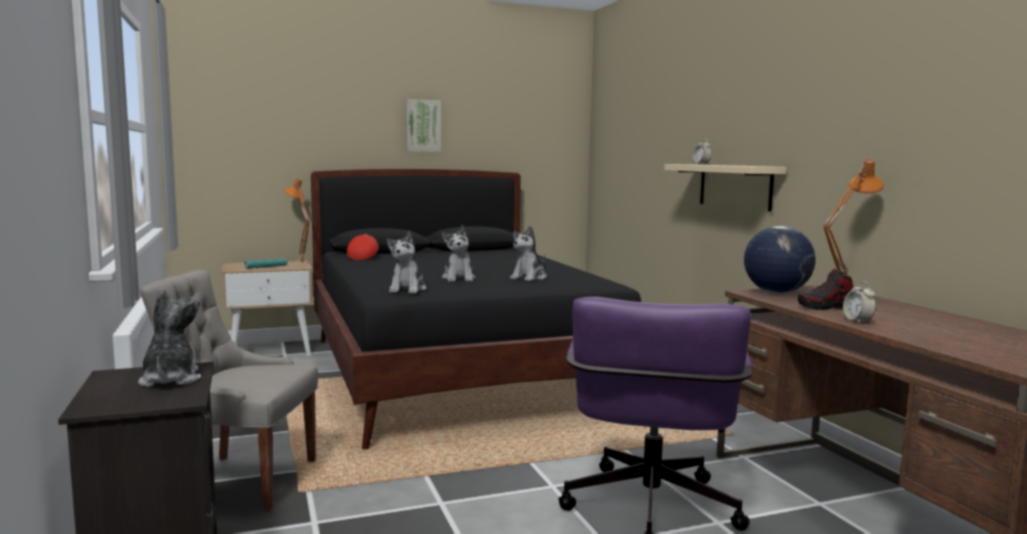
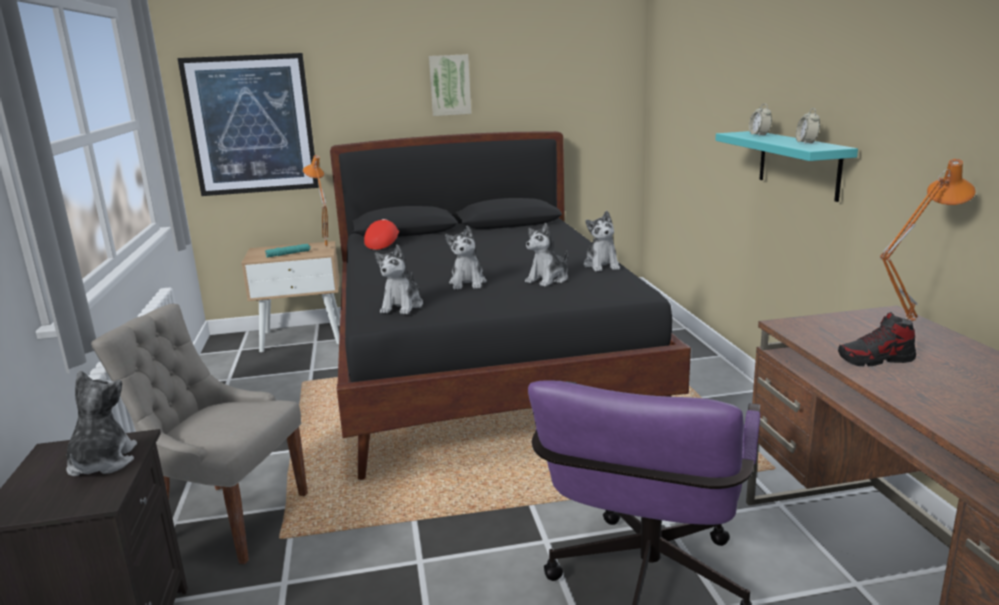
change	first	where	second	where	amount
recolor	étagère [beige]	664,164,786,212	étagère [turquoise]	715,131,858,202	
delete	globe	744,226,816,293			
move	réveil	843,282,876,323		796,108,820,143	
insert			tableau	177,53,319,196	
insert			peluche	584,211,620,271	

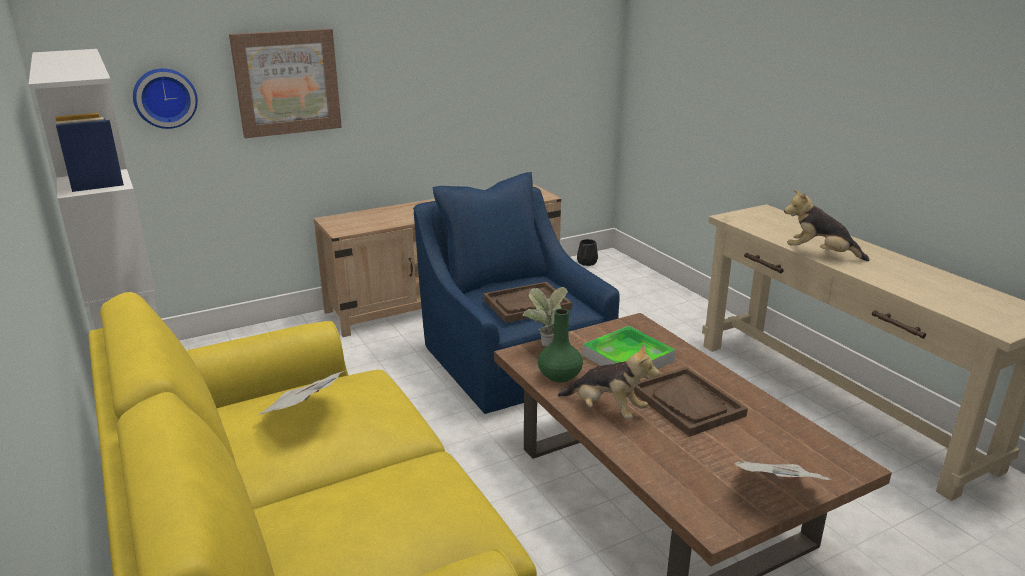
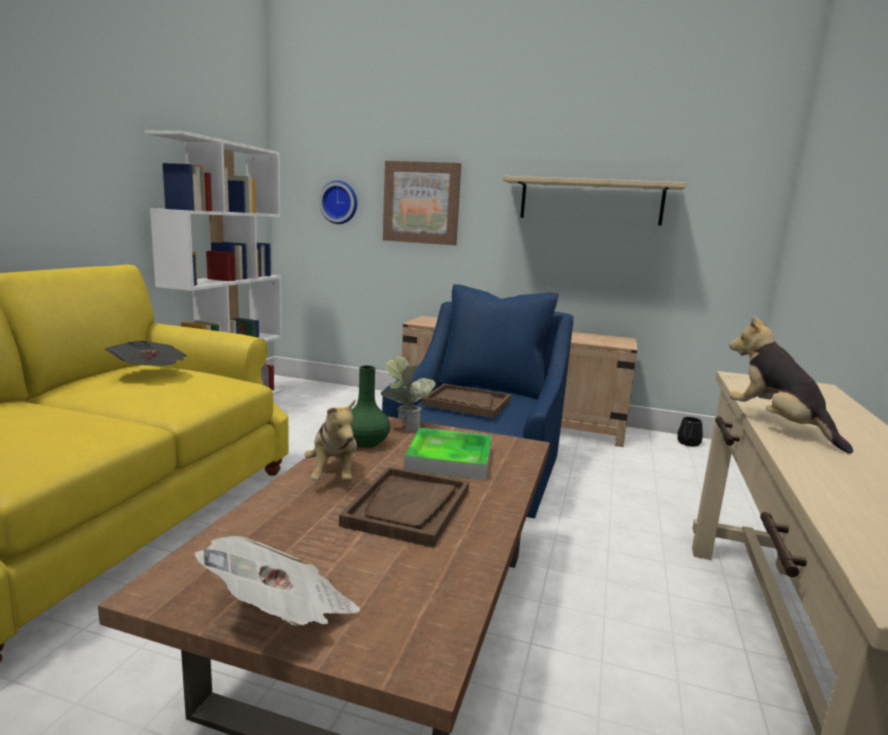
change	first	where	second	where	amount
insert			étagère [beige]	502,176,687,225	

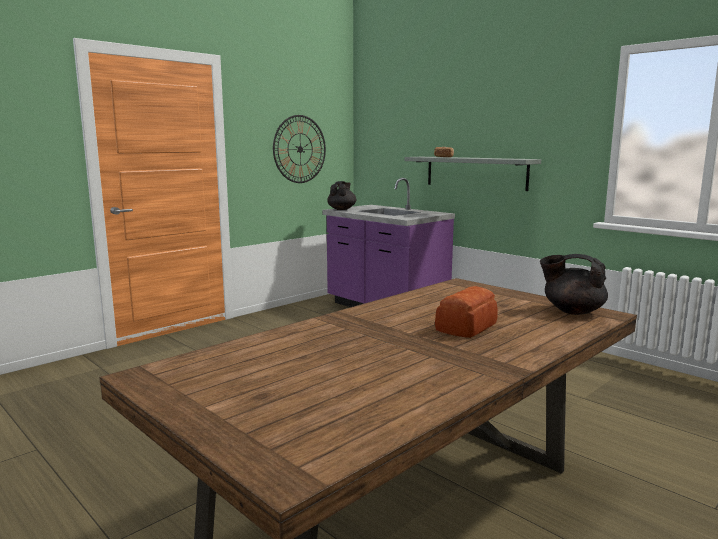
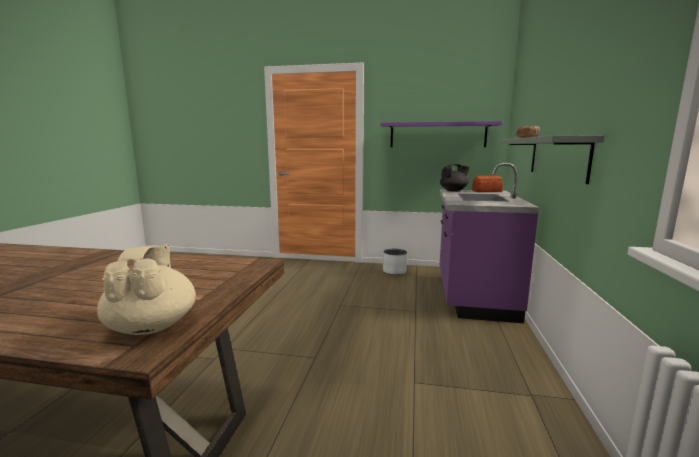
change	first	where	second	where	amount
replace	horloge murale	273,115,326,183	étagère [violet]	380,121,502,147	
recolor	théière [noir]	540,254,608,315	théière [beige]	97,244,196,335	
move	pain	435,286,498,338		472,176,503,192	
insert			cache-pot [gris]	383,249,407,275	

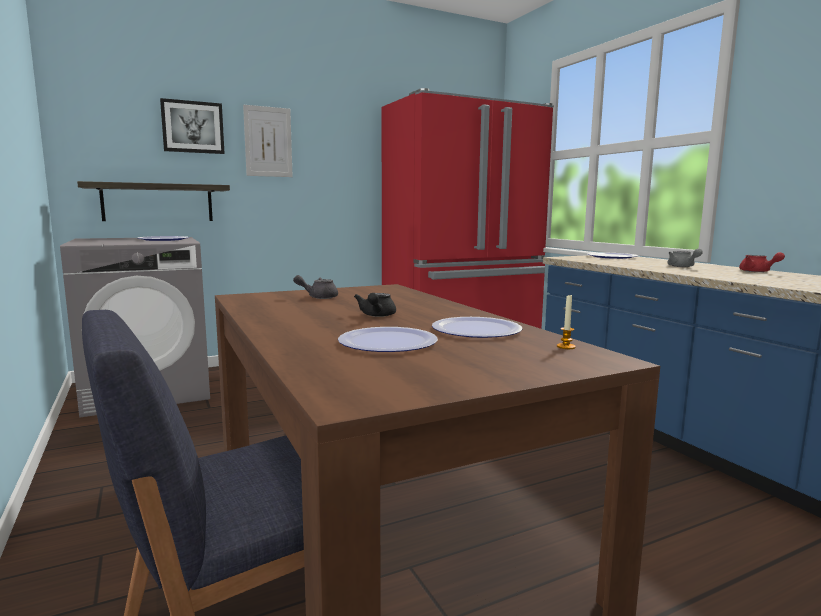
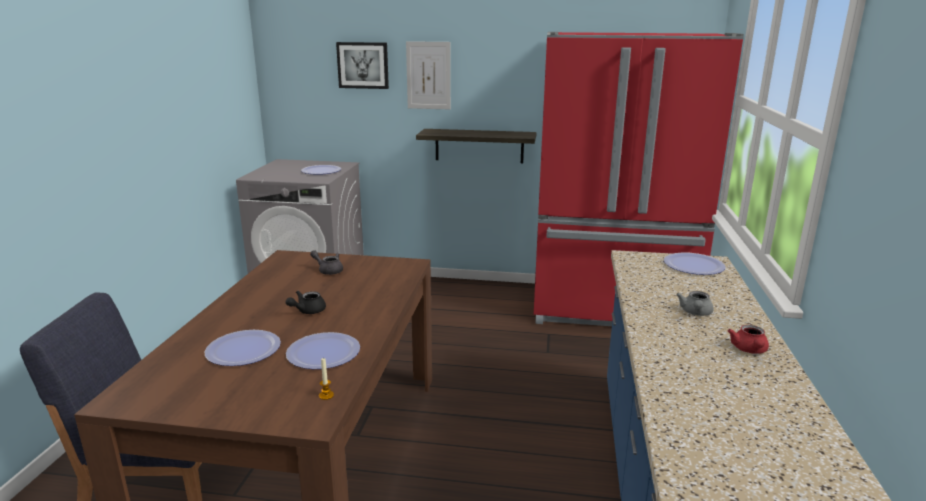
change	first	where	second	where	amount
move	étagère	77,181,230,221		416,129,537,163	

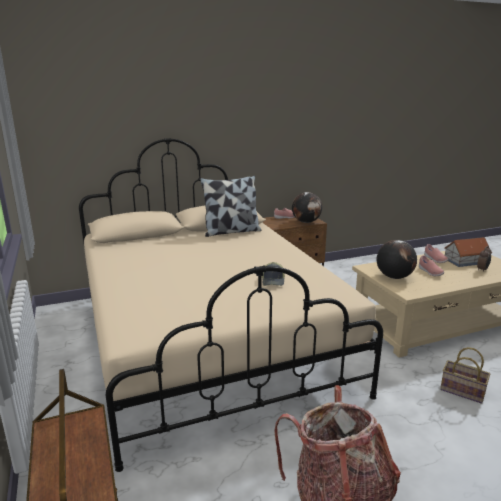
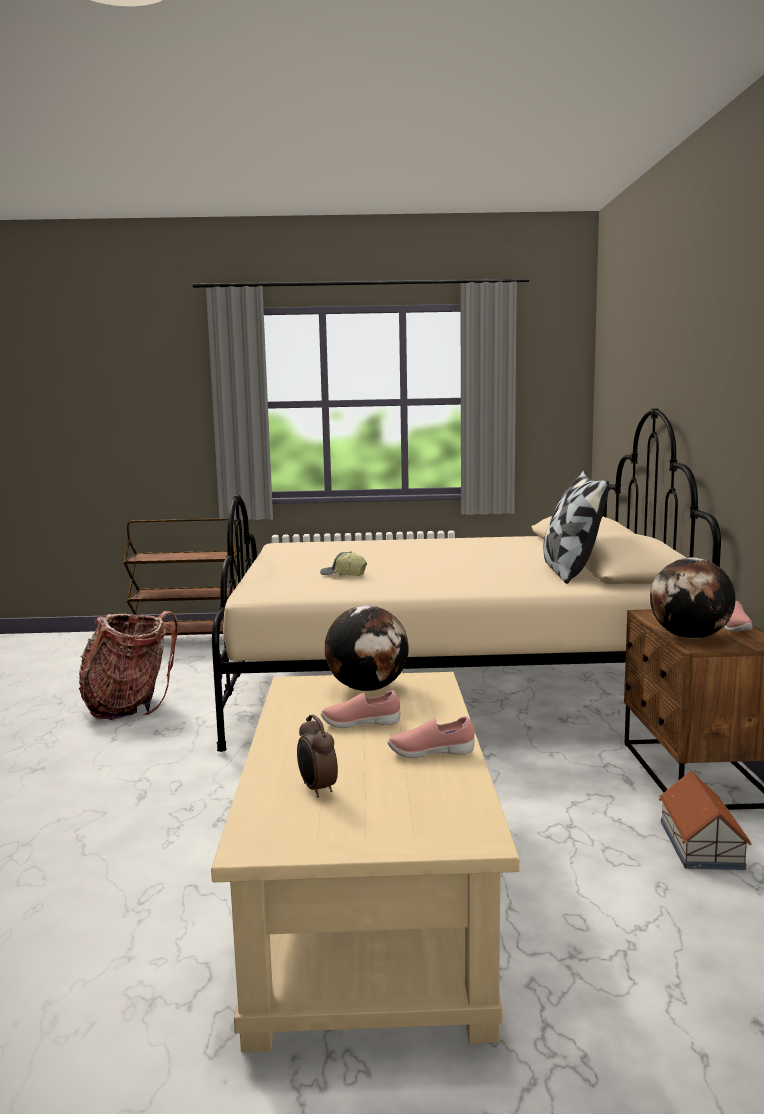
change	first	where	second	where	amount
move	maison miniature	444,237,490,267		659,771,751,870	
delete	panier	440,347,490,404			

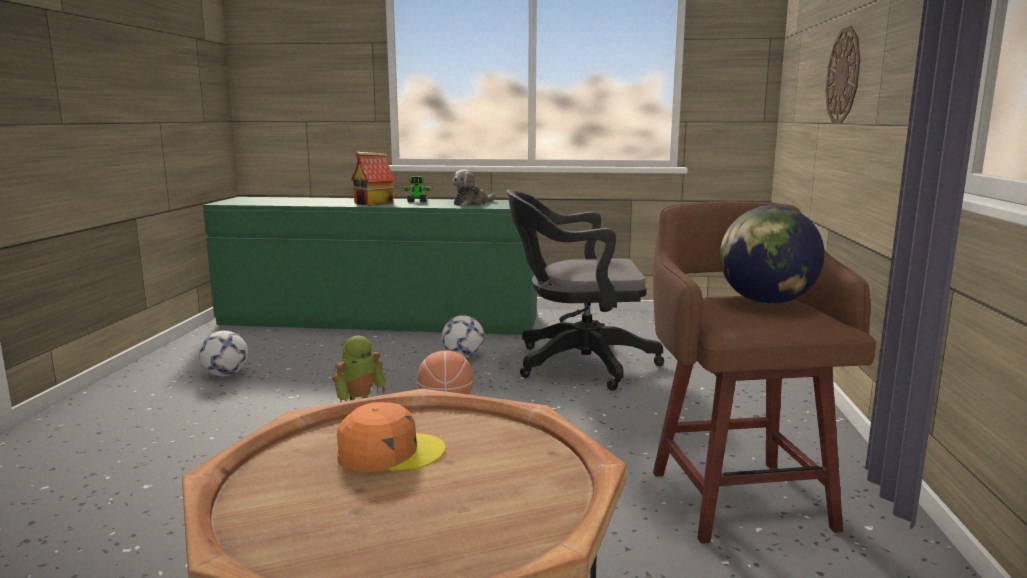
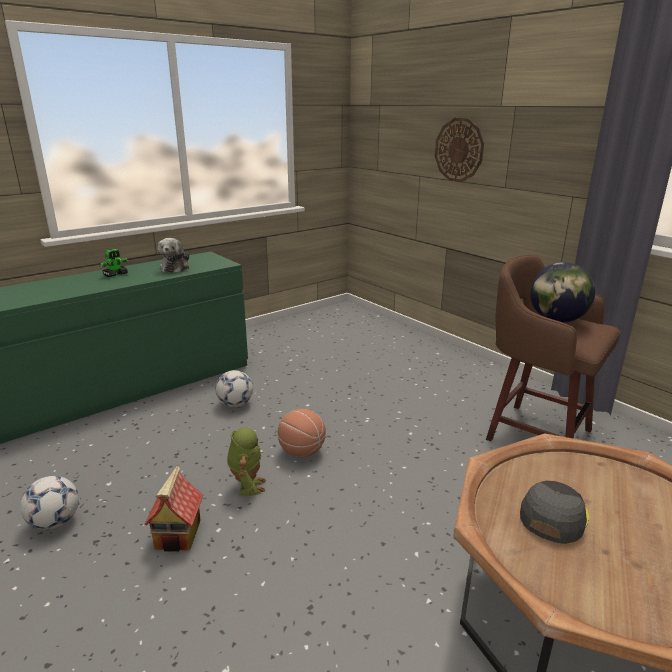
change	first	where	second	where	amount
move	maison miniature	351,152,396,206		144,465,203,552	
delete	chaise de bureau [noir]	507,190,664,391			
recolor	casquette [orange]	337,402,445,472	casquette [gris]	520,481,589,544	

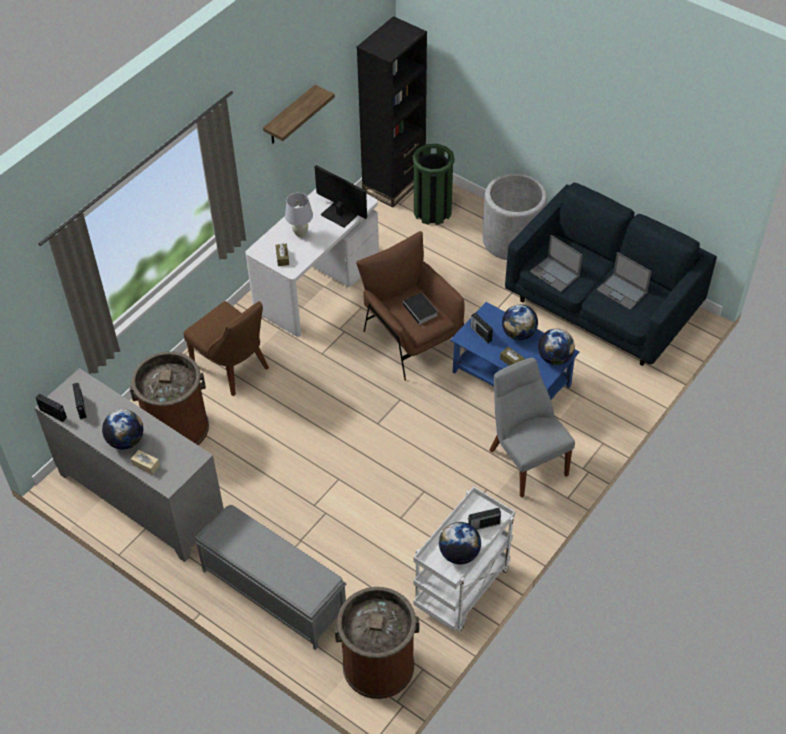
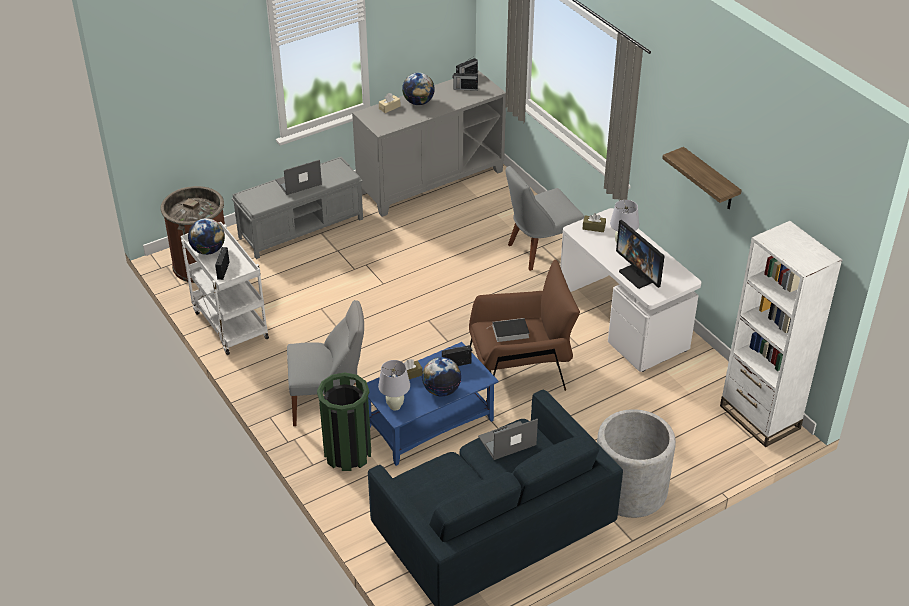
change	first	where	second	where	amount
recolor	bibliothèque [noir]	357,16,427,208	bibliothèque [blanc]	720,221,842,447	
move	poubelle [vert]	413,144,455,225		317,372,371,471	
rotate	écran d'ordinateur	315,165,367,228		616,220,665,289	90 degrees clockwise
move	ordinateur portable	597,252,652,310		276,160,322,195	
recolor	chaise [marron]	183,301,269,396	chaise [gris]	506,166,584,271	
replace	globe	538,329,575,365	lampe de table [blanc]	378,360,410,411	
delete	poubelle [marron]	129,351,209,445			

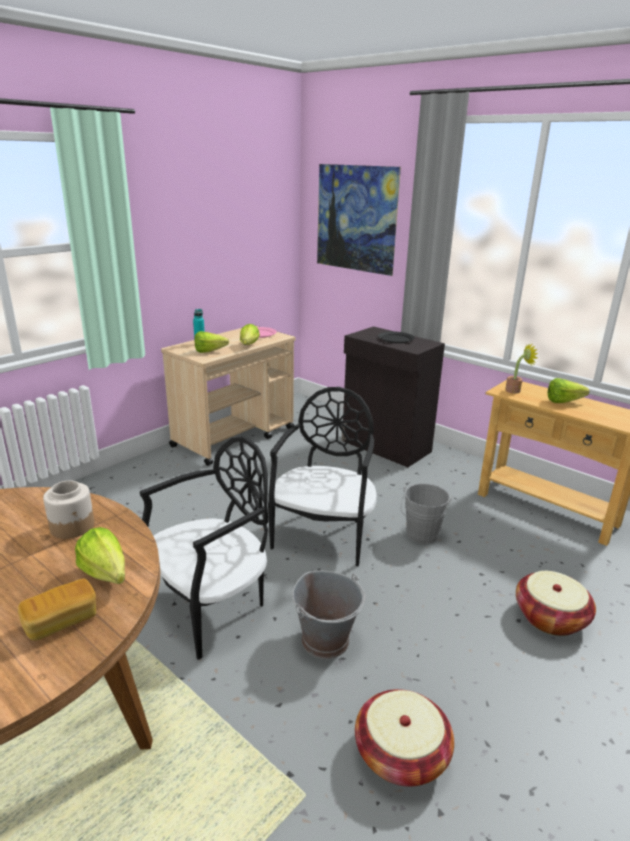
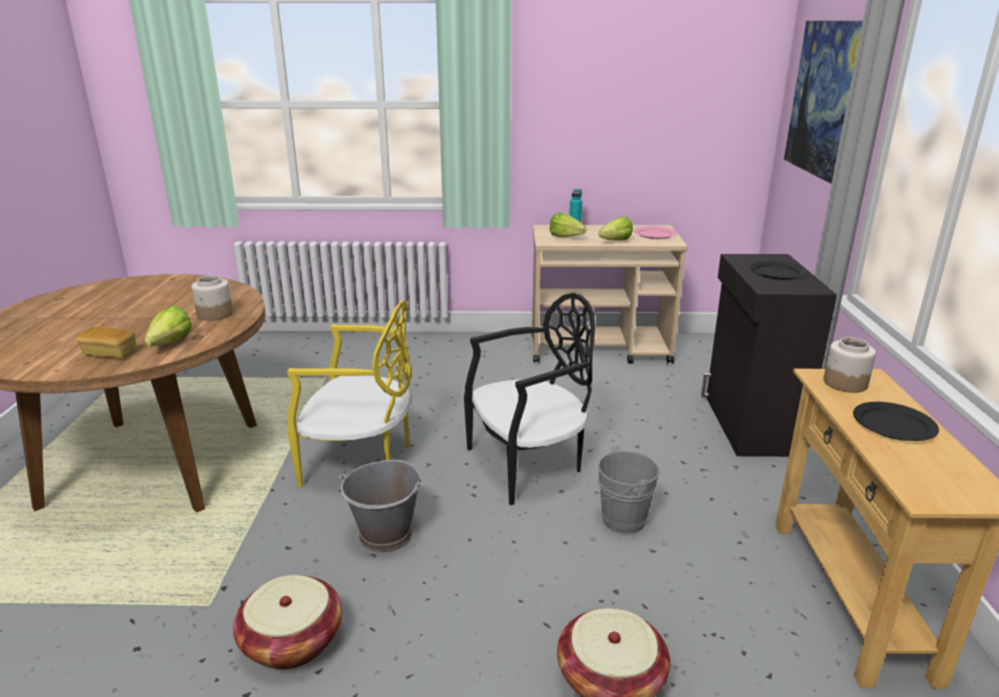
change	first	where	second	where	amount
replace	plante en pot	505,343,538,394	bocal	824,337,876,393	
replace	laitue	548,378,589,403	assiette [noir]	853,402,939,441	
recolor	chaise [noir]	140,436,268,660	chaise [jaune]	287,300,412,487	

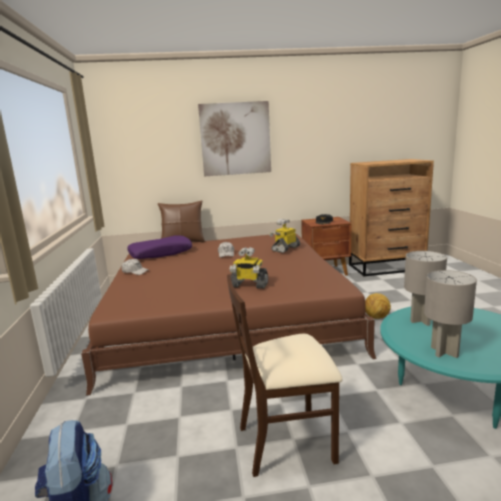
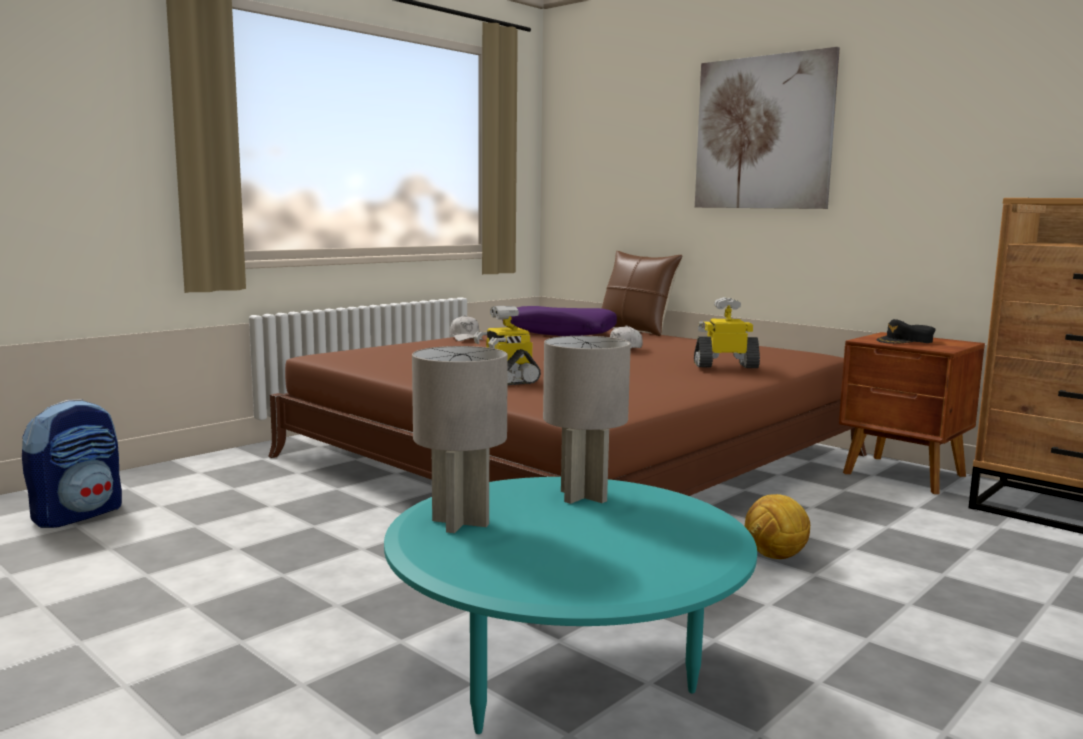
change	first	where	second	where	amount
delete	chaise [beige]	227,274,343,477			

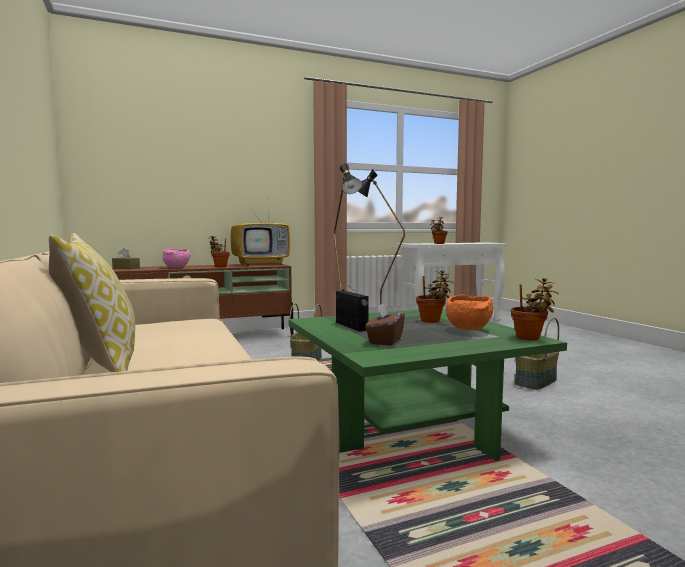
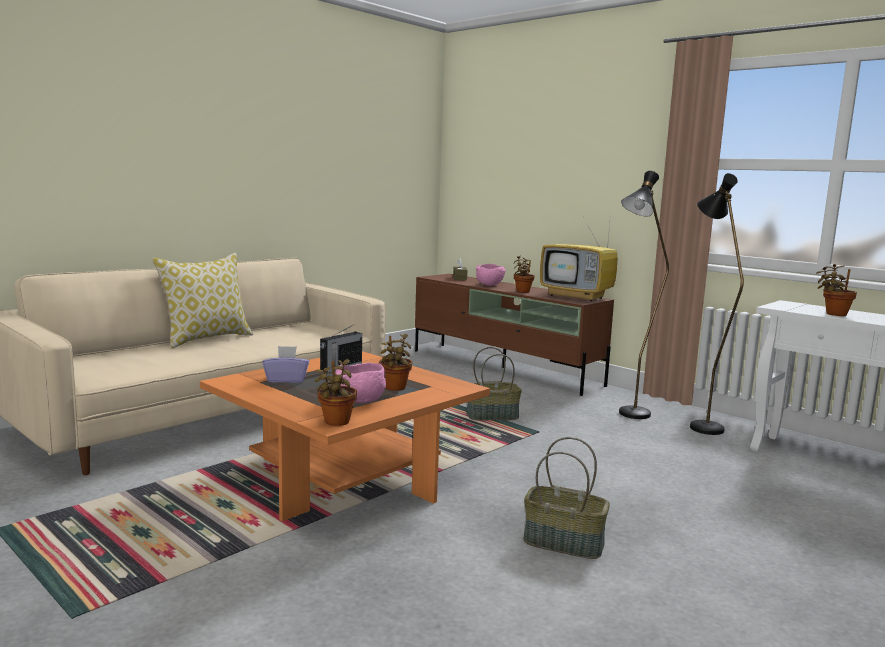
change	first	where	second	where	amount
recolor	bol [orange]	446,295,493,330	bol [rose]	335,362,386,403	
recolor	boîte à mouchoirs [marron]	365,303,405,346	boîte à mouchoirs [violet]	263,346,309,383	
recolor	table basse [vert]	288,309,567,461	table basse [orange]	200,351,490,521	

